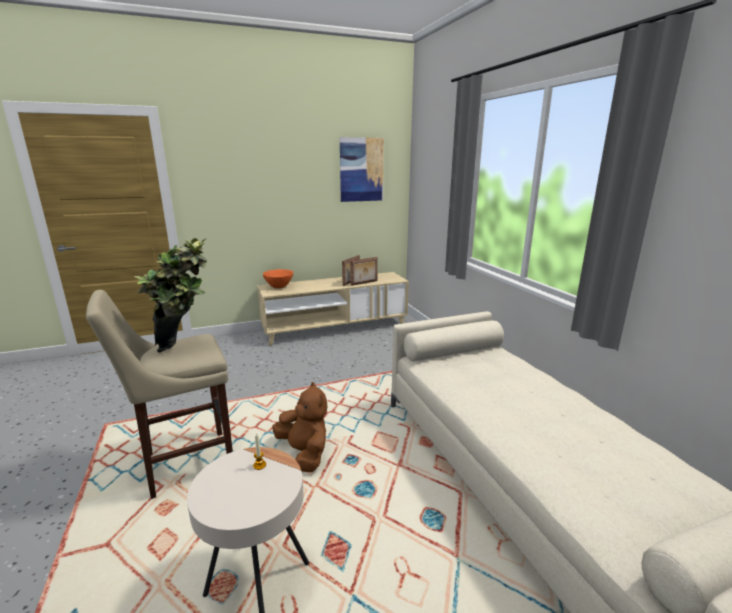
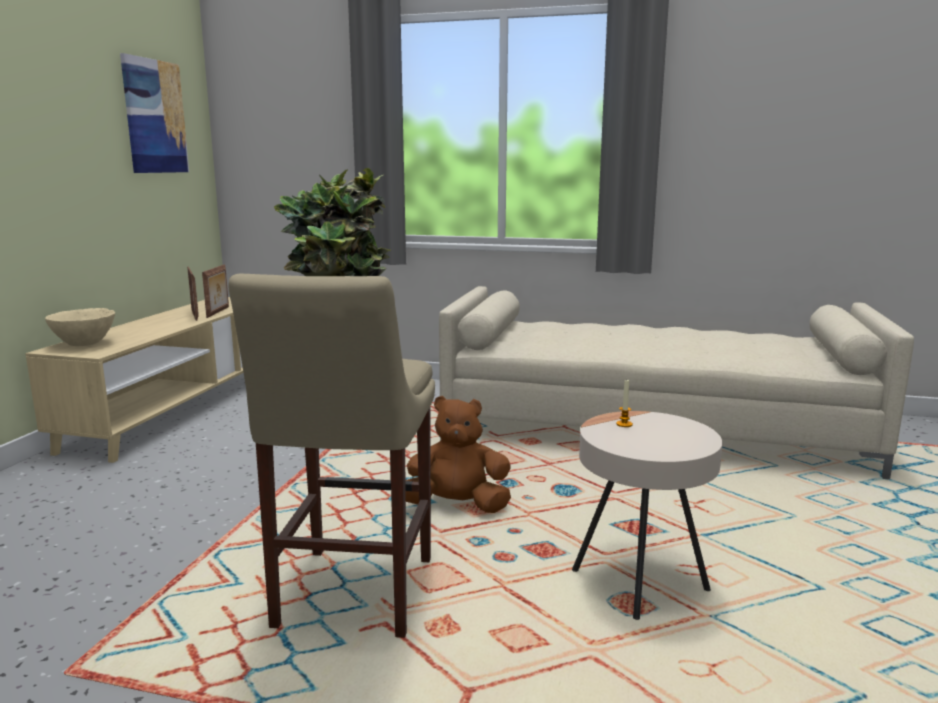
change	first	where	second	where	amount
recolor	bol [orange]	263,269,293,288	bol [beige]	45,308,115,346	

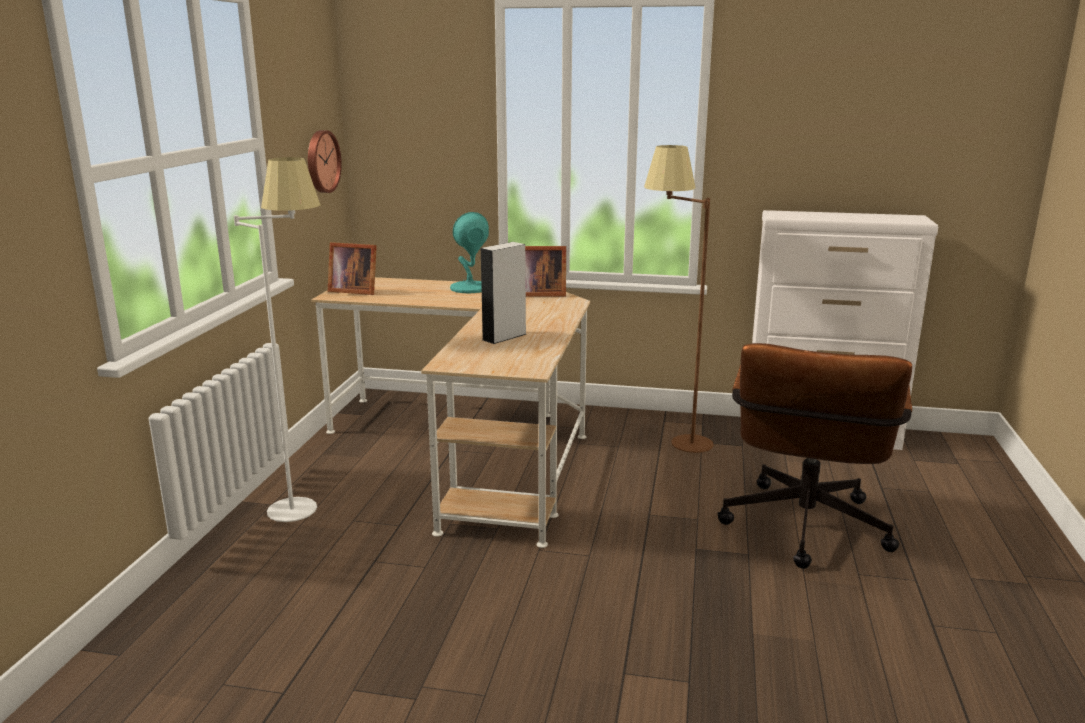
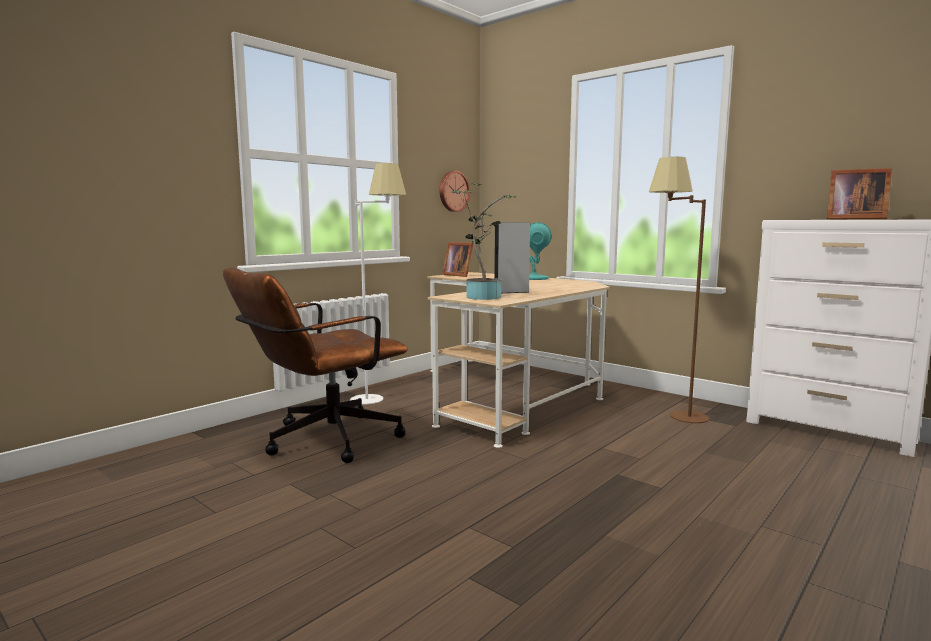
change	first	where	second	where	amount
move	cadre photo	525,246,566,297		827,168,892,220	
move	chaise de bureau [marron]	718,343,912,569		223,267,408,463	
insert			plante en pot	451,183,516,300	

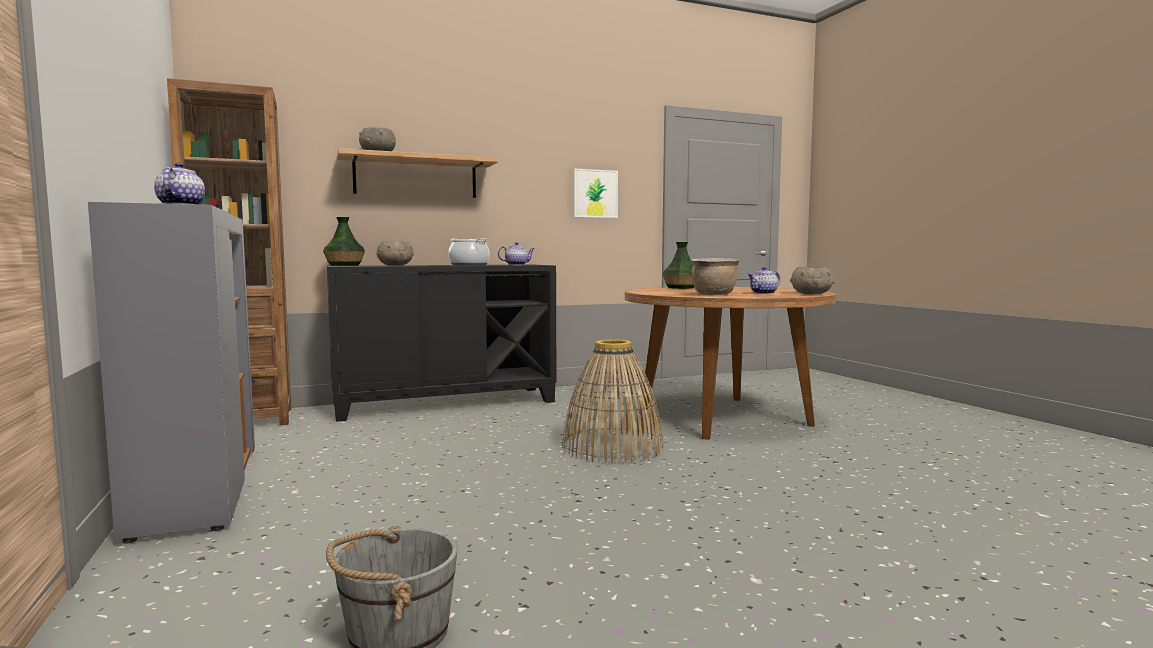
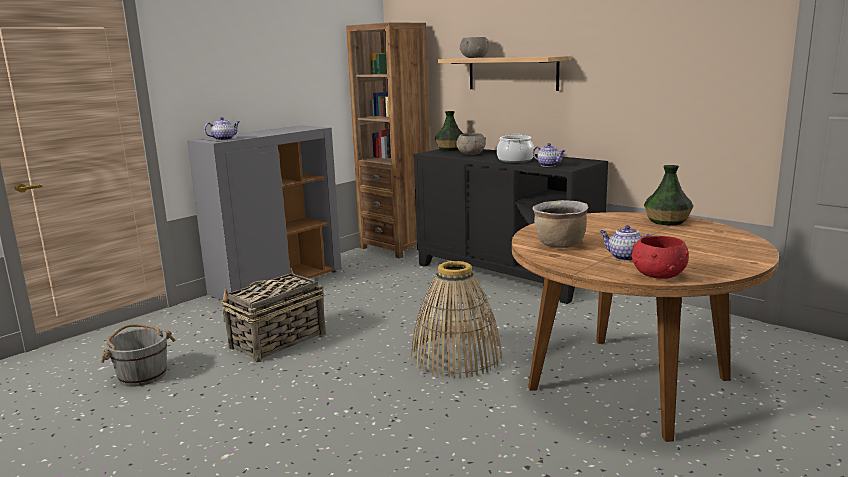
change	first	where	second	where	amount
delete	tableau	573,169,618,218			
recolor	bol [gris]	790,267,835,294	bol [rouge]	632,236,689,279	
insert			panier	221,268,326,362	

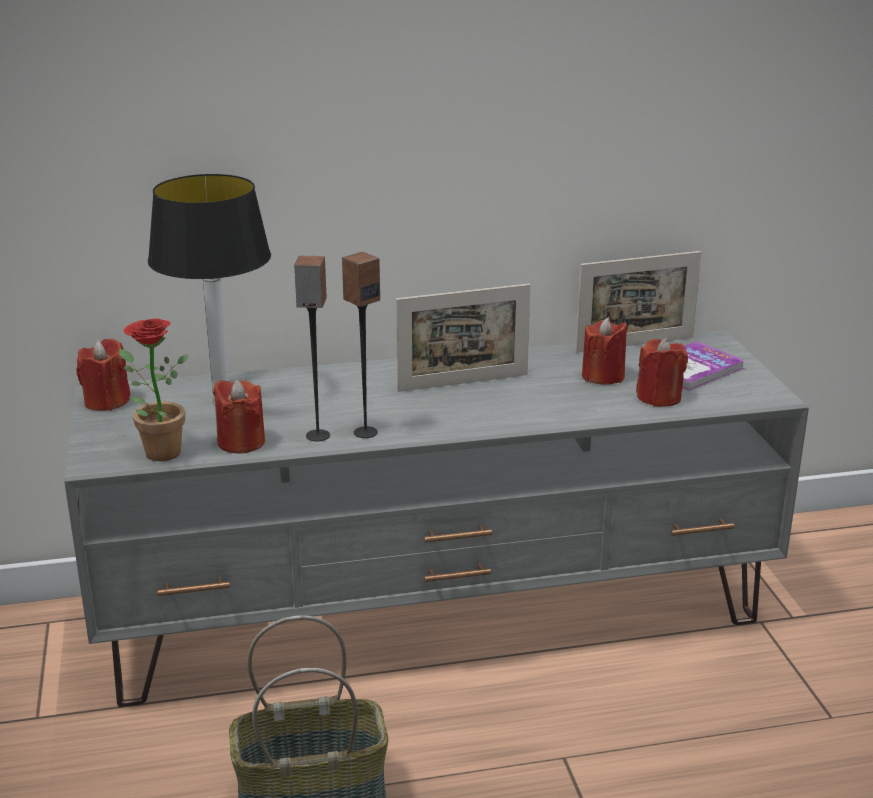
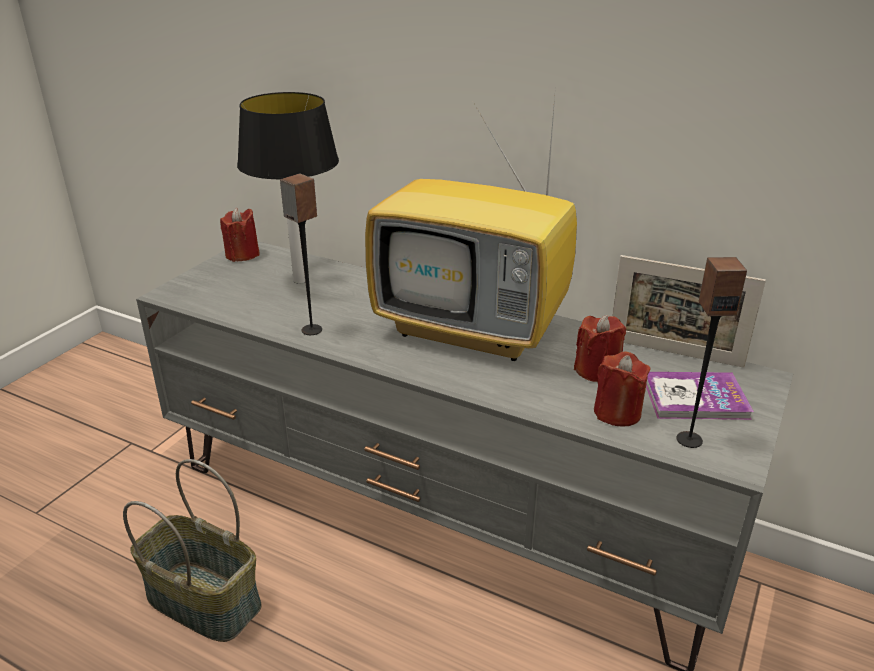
change	first	where	second	where	amount
move	enceinte	342,252,380,438		676,257,747,448	
replace	cadre photo	396,284,531,392	téléviseur	365,85,577,361	
delete	plante en pot	119,318,188,461			
delete	bougie [rouge]	213,380,265,453			

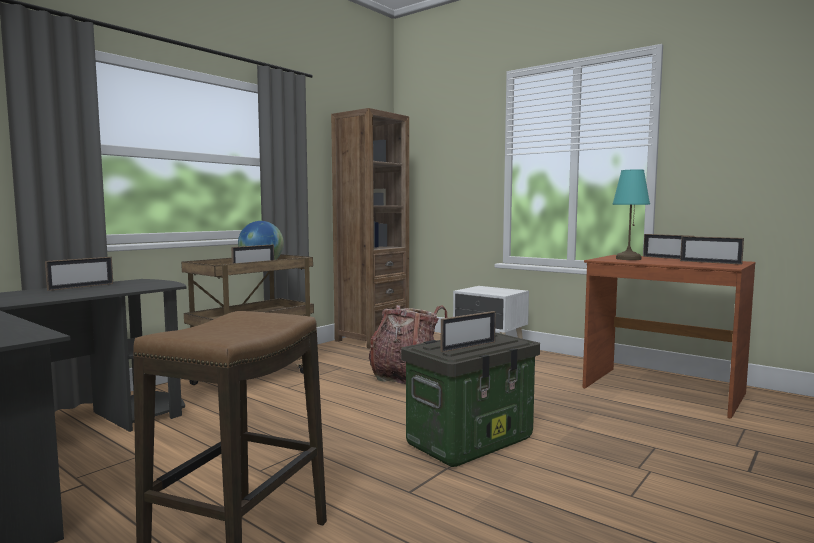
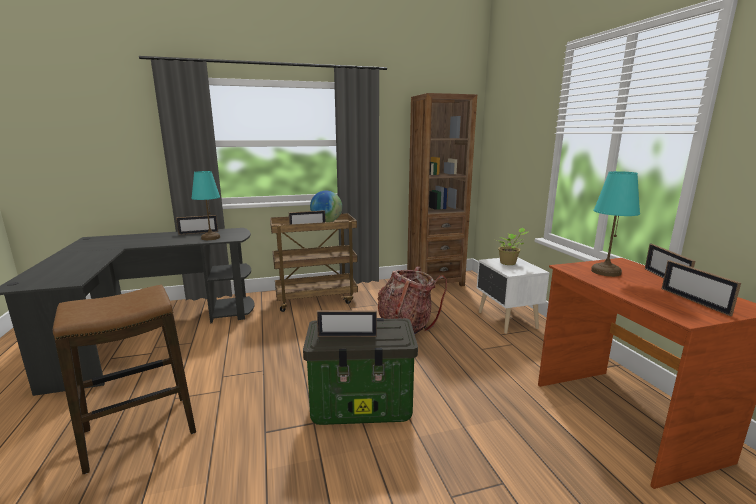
change	first	where	second	where	amount
insert			lampe de table [turquoise]	191,171,220,240	
insert			plante en pot	497,228,529,265	

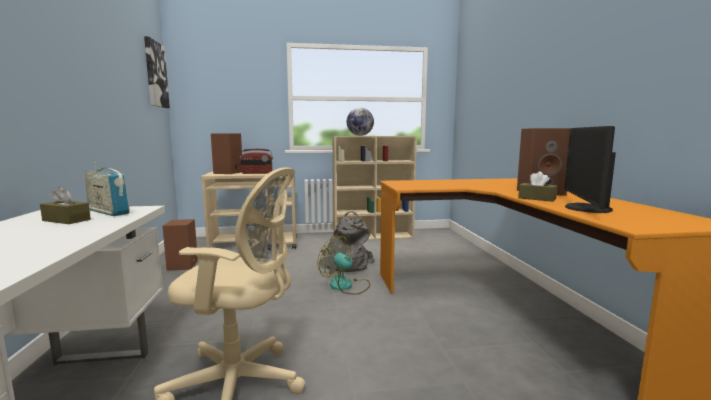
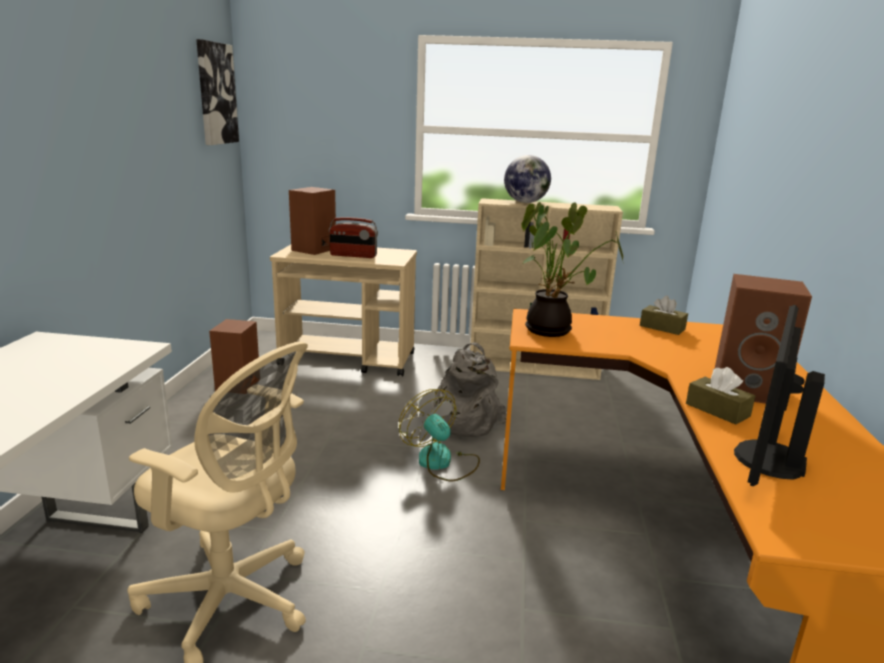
change	first	where	second	where	amount
delete	radio	84,162,130,216			
move	boîte à mouchoirs [marron]	40,187,91,224		640,296,688,335	
insert			plante en pot	521,202,623,337	

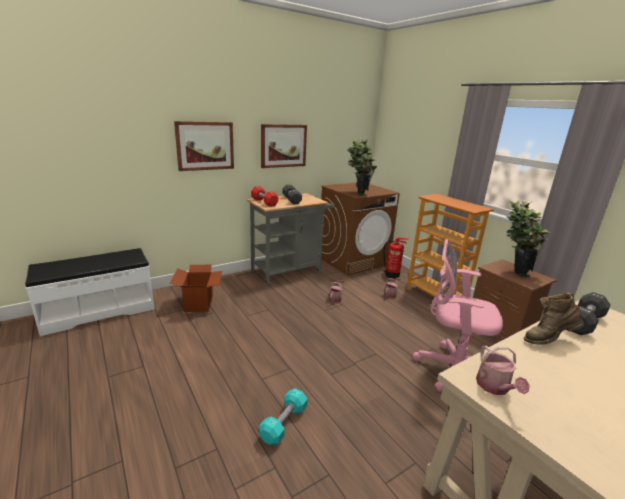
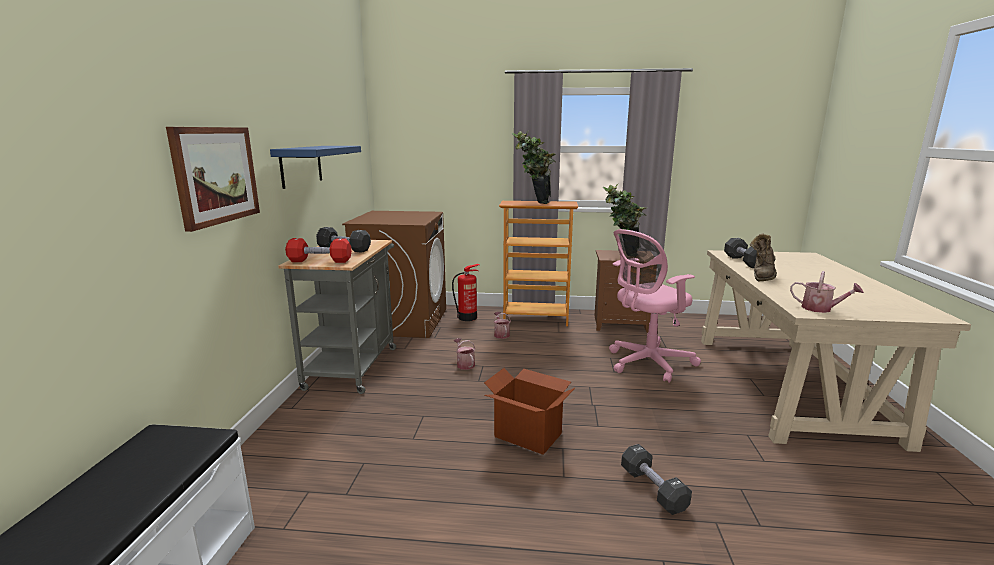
change	first	where	second	where	amount
replace	tableau	261,124,307,168	étagère [bleu]	270,146,361,189	
move	plante en pot	347,139,377,196		512,131,556,204	
move	carton	170,265,222,312		484,368,575,455	
recolor	haltère [turquoise]	259,388,308,445	haltère [noir]	621,444,692,515	

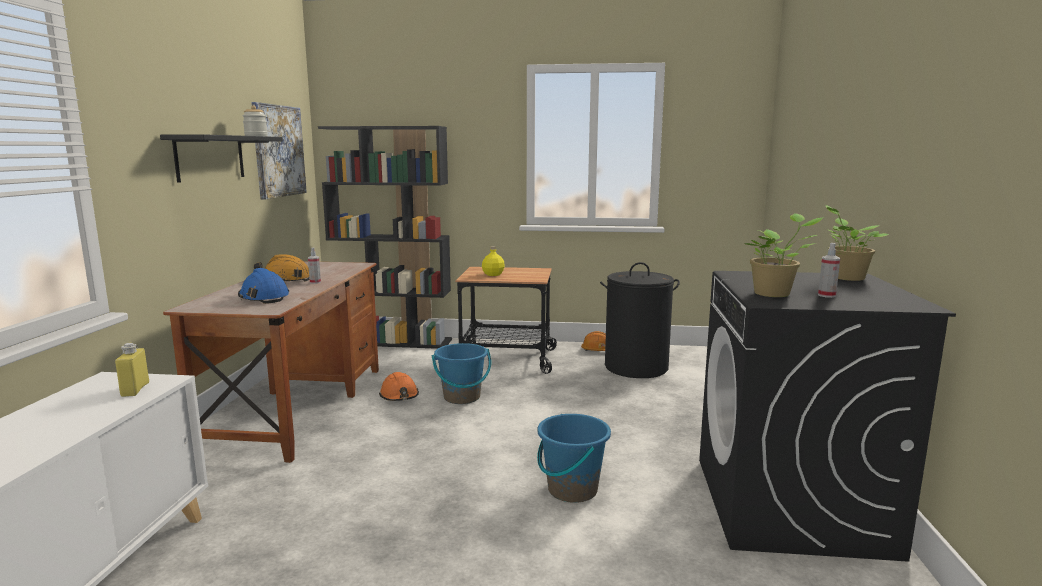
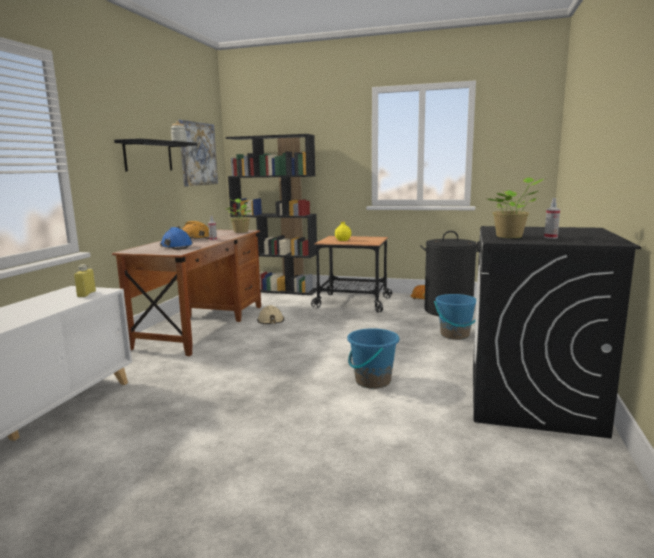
change	first	where	second	where	amount
move	plante en pot	825,205,889,281		227,199,251,233	
move	seau [bleu]	432,343,491,404		434,294,476,340	
recolor	casque de chantier [orange]	379,372,419,401	casque de chantier [beige]	257,305,284,324	

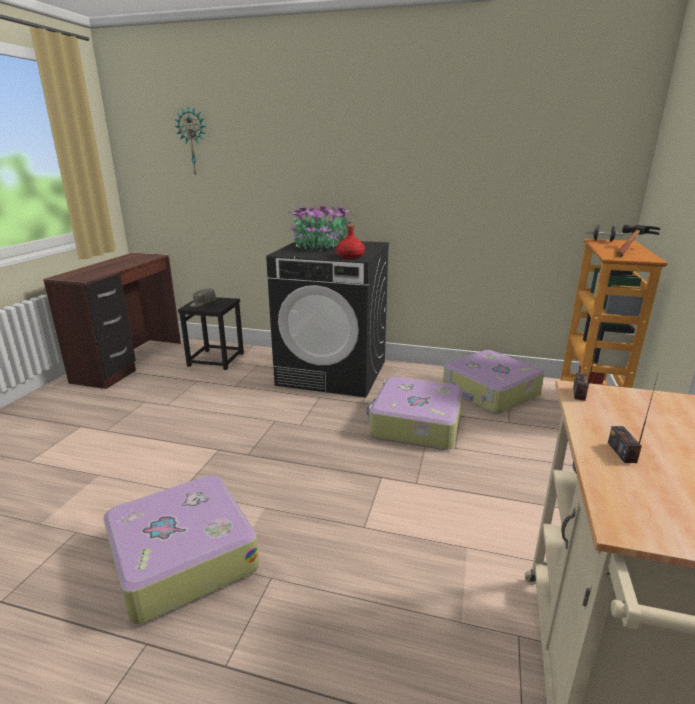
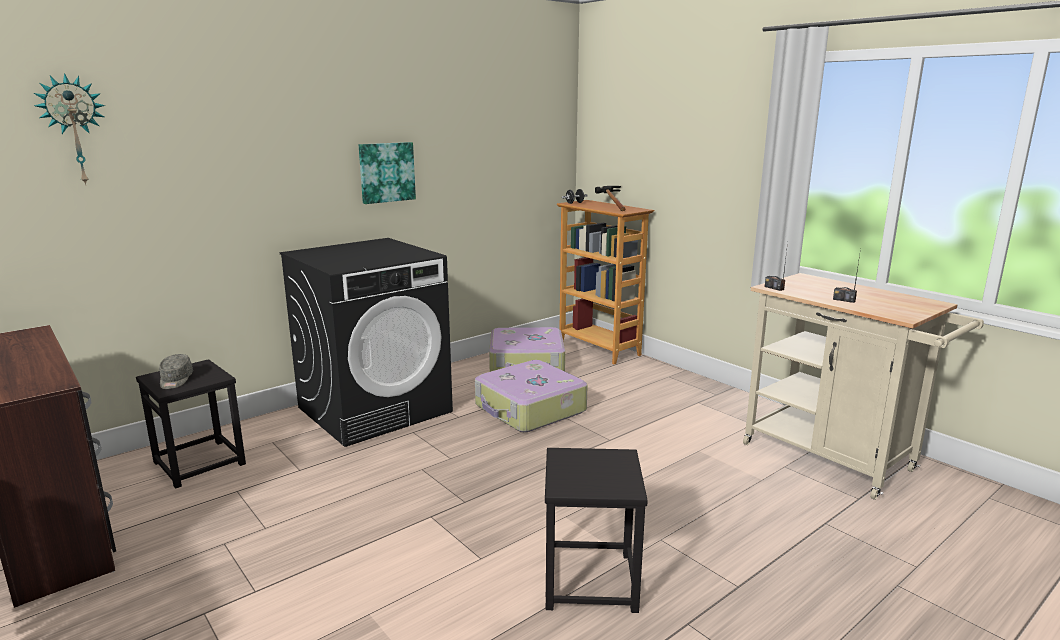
change	first	where	second	where	amount
delete	plante en pot	289,202,353,251			
delete	bouteille [rouge]	336,225,365,259			
replace	valise	104,475,259,624	tabouret [noir]	545,448,648,613	
insert			tableau	359,142,416,204	

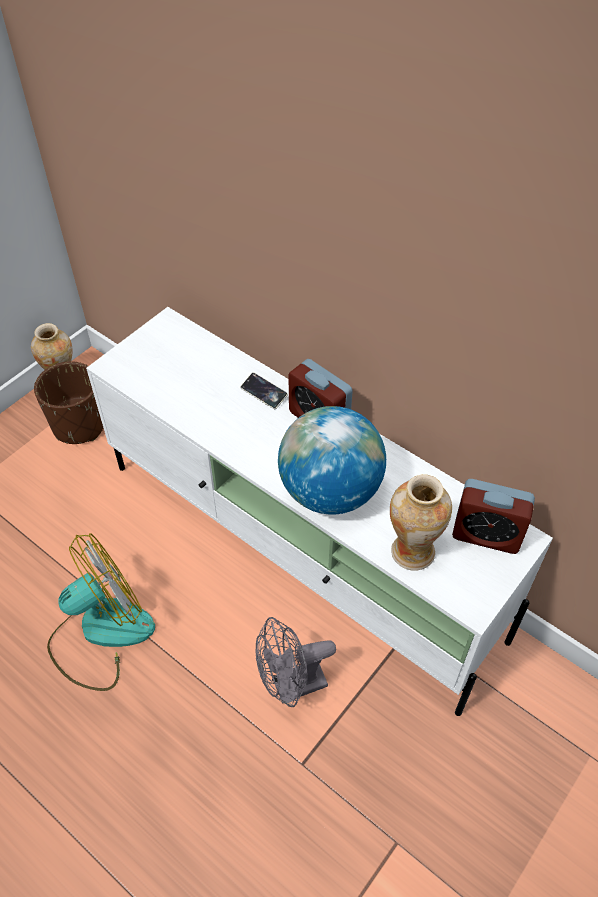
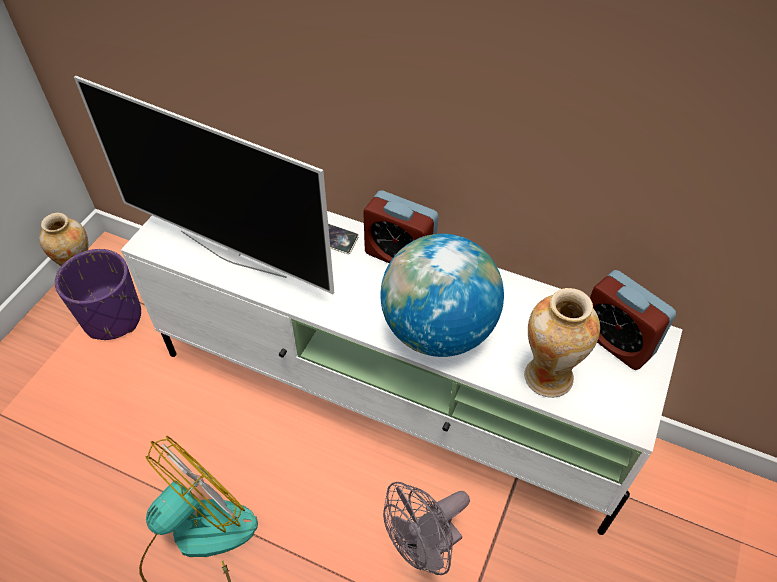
change	first	where	second	where	amount
recolor	cache-pot [marron]	34,361,103,444	cache-pot [violet]	55,249,141,340	
rotate	réveil	452,479,535,554		590,270,676,370	45 degrees clockwise
insert			téléviseur	74,76,334,294	

